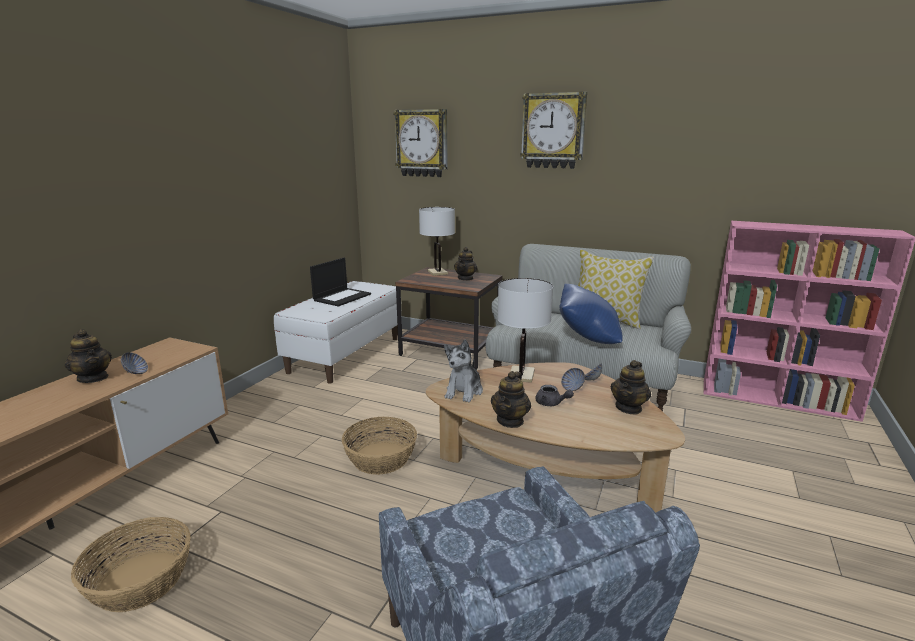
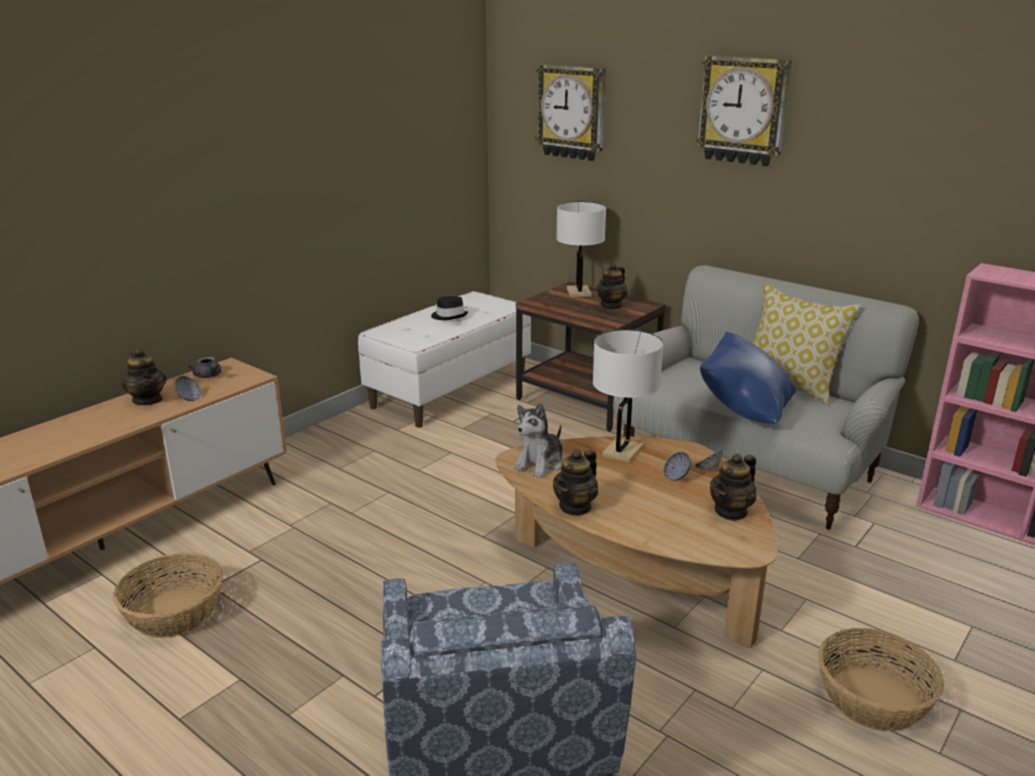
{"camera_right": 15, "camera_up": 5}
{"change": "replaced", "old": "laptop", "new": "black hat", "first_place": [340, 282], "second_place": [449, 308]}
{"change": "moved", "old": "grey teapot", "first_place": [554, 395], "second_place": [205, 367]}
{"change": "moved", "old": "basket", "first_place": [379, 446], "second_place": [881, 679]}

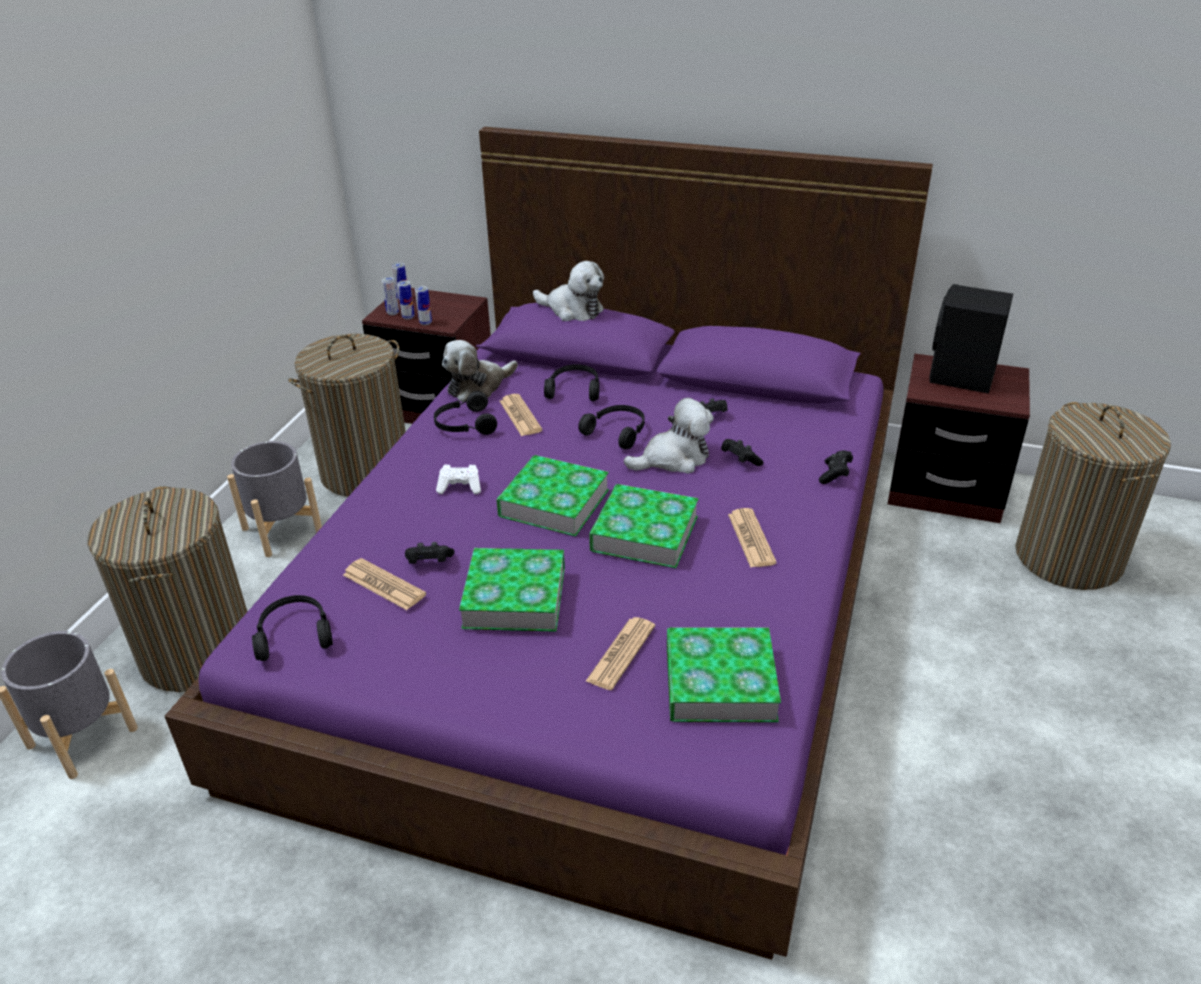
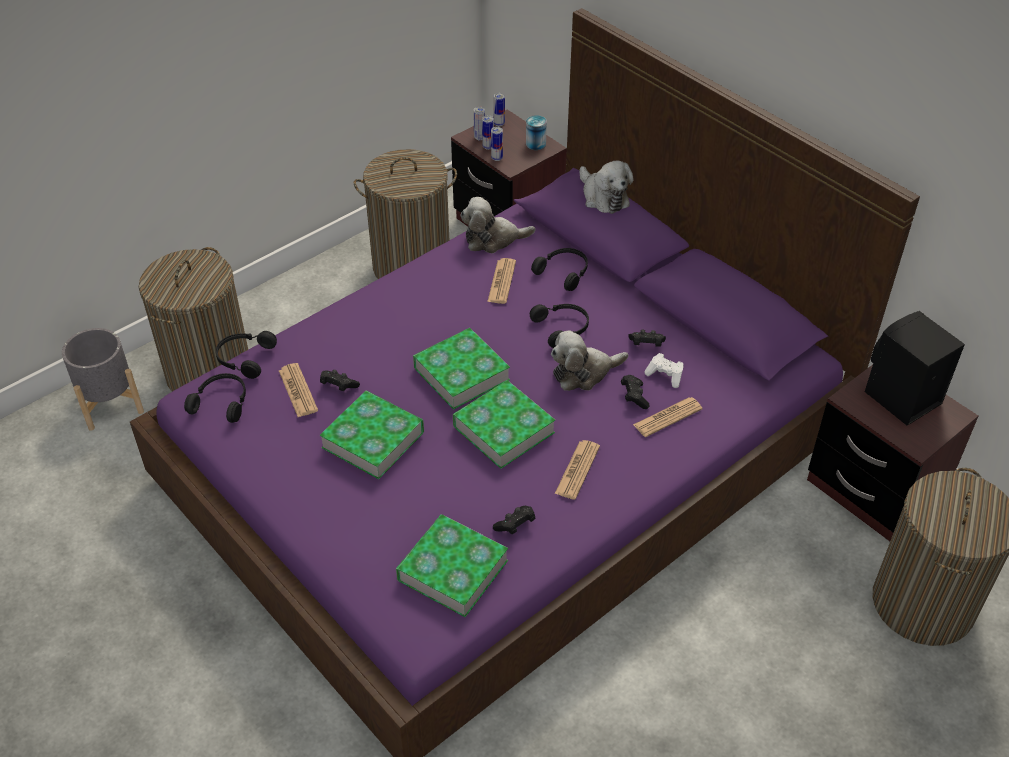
{"camera_right": 30, "camera_up": 10}
{"change": "moved", "old": "black headphones", "first_place": [465, 413], "second_place": [246, 355]}
{"change": "turned", "old": "plush toy", "first_place": [669, 436], "second_place": [589, 360], "degrees": 150}
{"change": "removed", "old": "grey planter", "first_place": [274, 499]}
{"change": "moved", "old": "black game controller", "first_place": [836, 467], "second_place": [514, 520]}
{"change": "moved", "old": "white game controller", "first_place": [458, 479], "second_place": [664, 370]}
{"change": "moved", "old": "newspaper", "first_place": [620, 653], "second_place": [668, 417]}
{"change": "added", "new": "can", "second_place": [536, 132]}

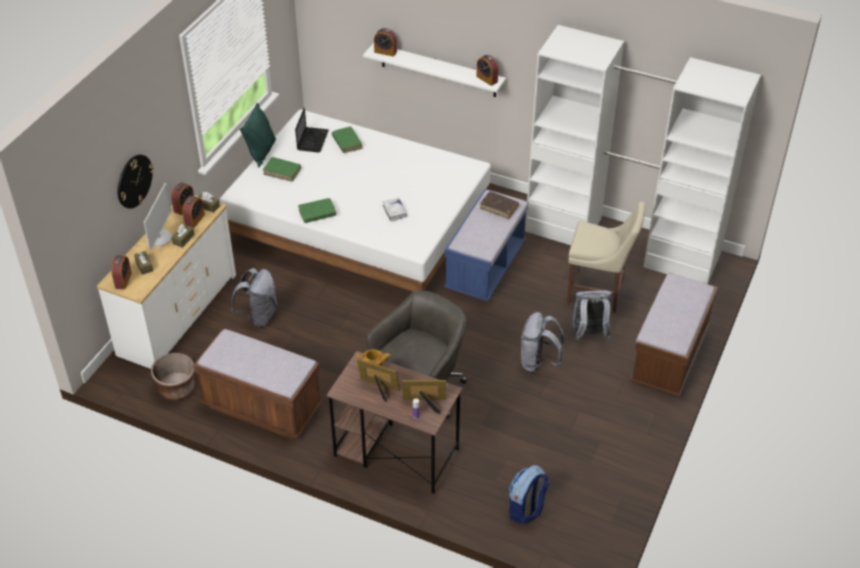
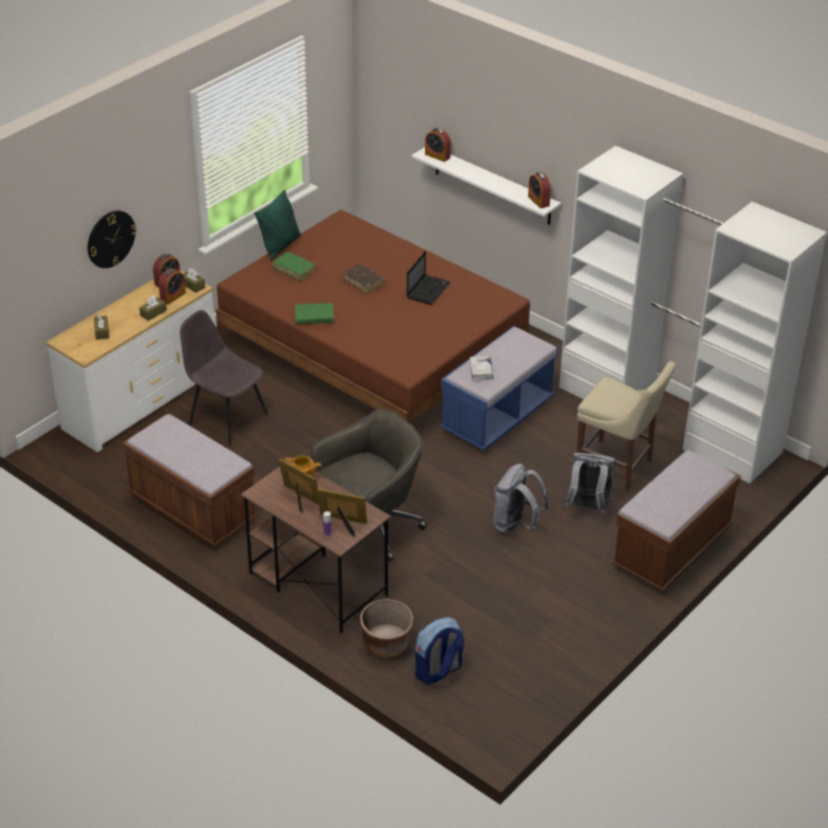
{"camera_right": 15, "camera_up": -5}
{"change": "moved", "old": "laptop", "first_place": [312, 130], "second_place": [428, 278]}
{"change": "recoloured", "old": "white bed", "new": "brown bed", "first_place": [355, 200], "second_place": [373, 317]}
{"change": "removed", "old": "green book", "first_place": [347, 139]}
{"change": "removed", "old": "monitor", "first_place": [158, 217]}
{"change": "moved", "old": "brown book", "first_place": [499, 205], "second_place": [364, 279]}
{"change": "moved", "old": "white book", "first_place": [395, 209], "second_place": [481, 368]}
{"change": "removed", "old": "alarm clock", "first_place": [121, 272]}
{"change": "replaced", "old": "grey backpack", "new": "grey chair", "first_place": [254, 297], "second_place": [224, 378]}
{"change": "moved", "old": "brown planter", "first_place": [173, 376], "second_place": [386, 628]}

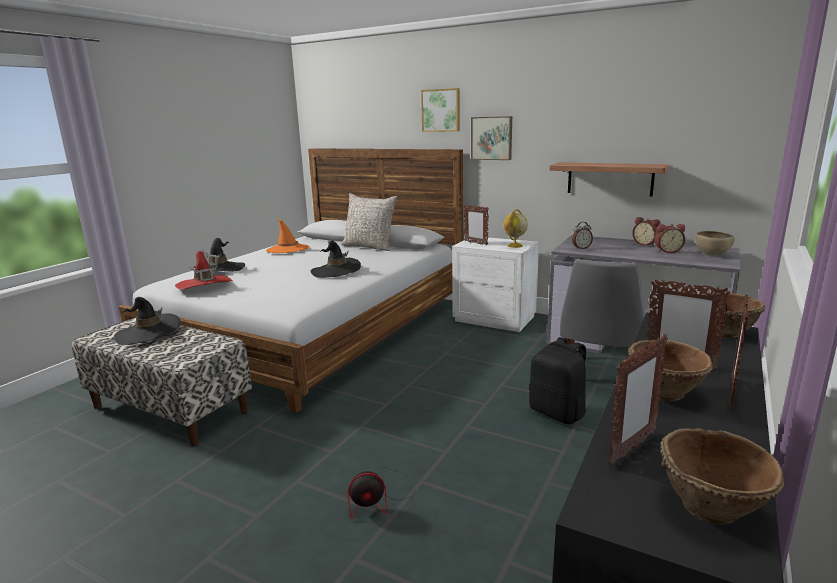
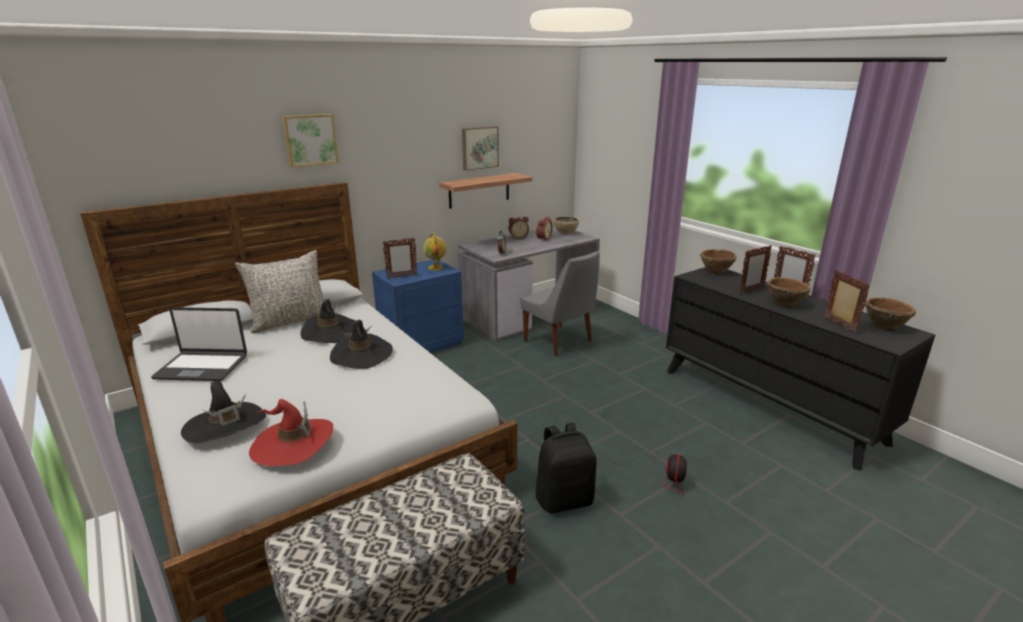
{"camera_right": -65, "camera_up": 5}
{"change": "moved", "old": "picture", "first_place": [491, 138], "second_place": [480, 148]}
{"change": "replaced", "old": "orange hat", "new": "laptop", "first_place": [288, 236], "second_place": [199, 344]}
{"change": "recoloured", "old": "white nightstand", "new": "blue nightstand", "first_place": [495, 284], "second_place": [418, 306]}
{"change": "moved", "old": "black hat", "first_place": [147, 321], "second_place": [328, 321]}
{"change": "moved", "old": "black backpack", "first_place": [557, 380], "second_place": [566, 468]}

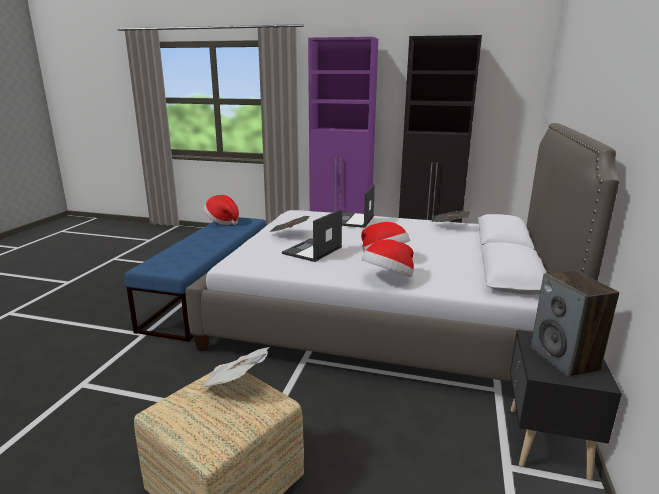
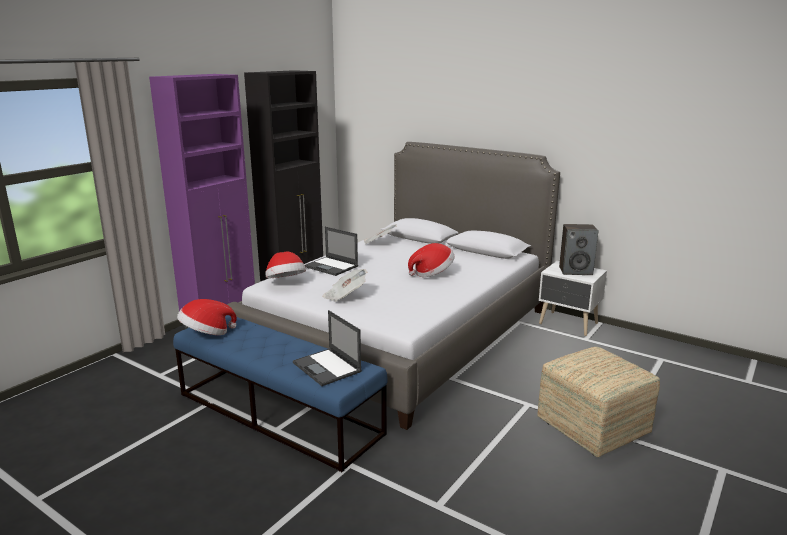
{"camera_right": -70, "camera_up": 0}
{"change": "moved", "old": "laptop", "first_place": [312, 235], "second_place": [327, 348]}
{"change": "moved", "old": "hat", "first_place": [388, 258], "second_place": [286, 265]}
{"change": "recoloured", "old": "black nightstand", "new": "white nightstand", "first_place": [566, 405], "second_place": [573, 298]}
{"change": "removed", "old": "newspaper", "first_place": [234, 367]}

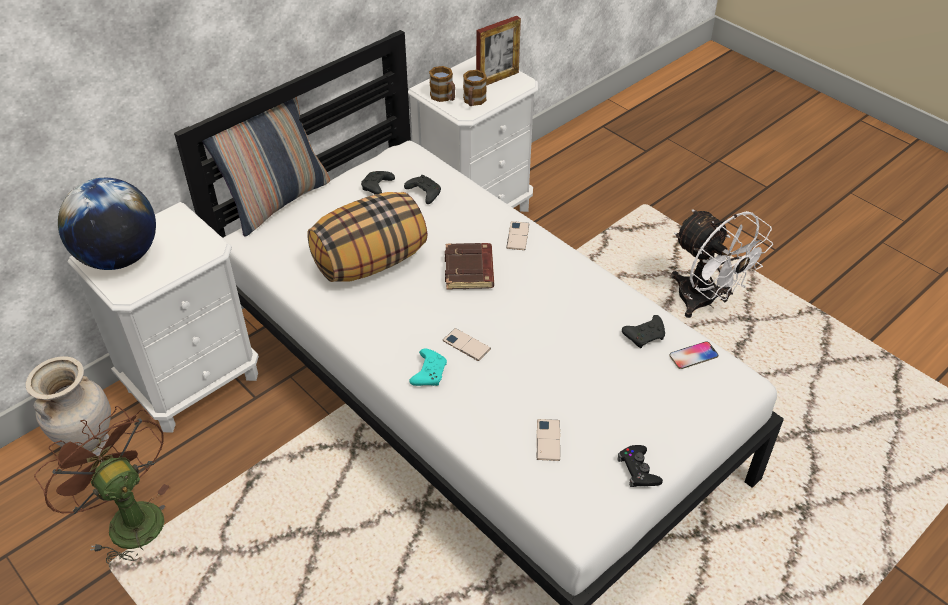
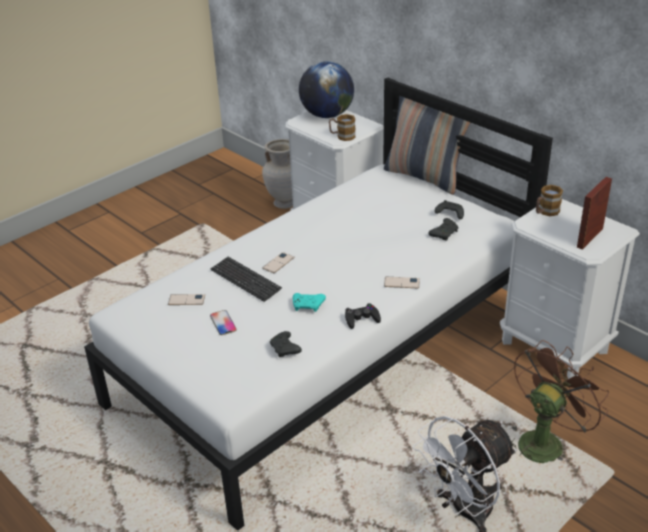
{"camera_right": 90, "camera_up": -10}
{"change": "turned", "old": "picture frame", "first_place": [498, 50], "second_place": [594, 213], "degrees": 75}
{"change": "moved", "old": "mug", "first_place": [475, 88], "second_place": [342, 127]}
{"change": "removed", "old": "pillow", "first_place": [367, 237]}
{"change": "removed", "old": "brown book", "first_place": [469, 266]}
{"change": "moved", "old": "phone", "first_place": [693, 355], "second_place": [223, 322]}
{"change": "moved", "old": "turquoise game controller", "first_place": [428, 367], "second_place": [309, 302]}
{"change": "moved", "old": "brown fan", "first_place": [102, 485], "second_place": [560, 401]}
{"change": "moved", "old": "black game controller", "first_place": [640, 466], "second_place": [363, 316]}
{"change": "added", "new": "keyboard", "second_place": [246, 279]}

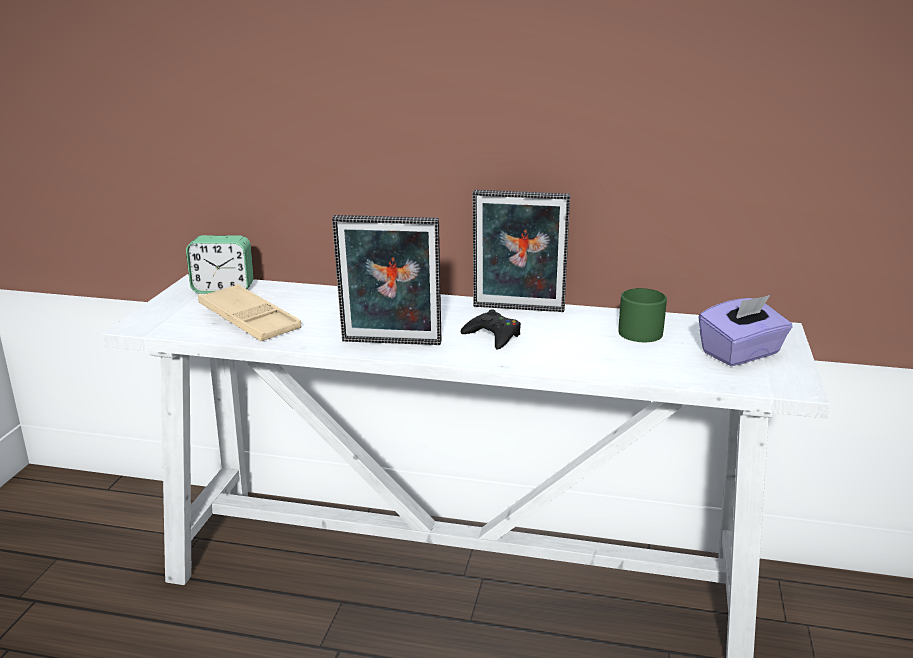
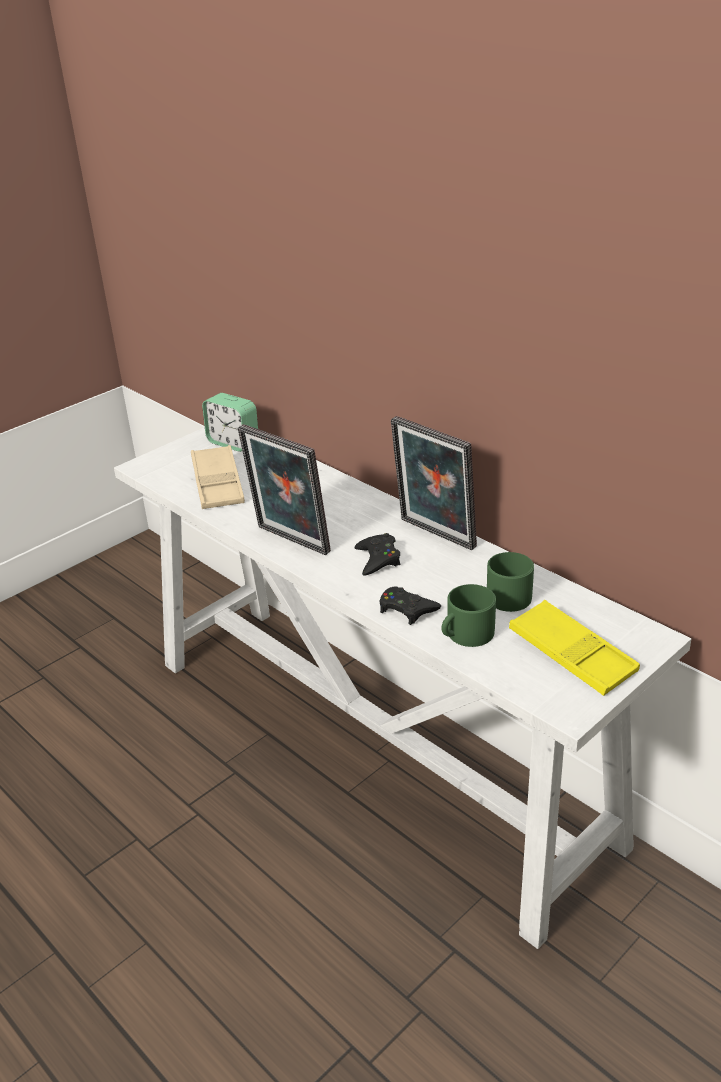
{"camera_right": 35, "camera_up": 10}
{"change": "replaced", "old": "purple tissue box", "new": "yellow tray", "first_place": [746, 330], "second_place": [574, 648]}
{"change": "added", "new": "green mug", "second_place": [468, 615]}
{"change": "added", "new": "black game controller", "second_place": [410, 605]}

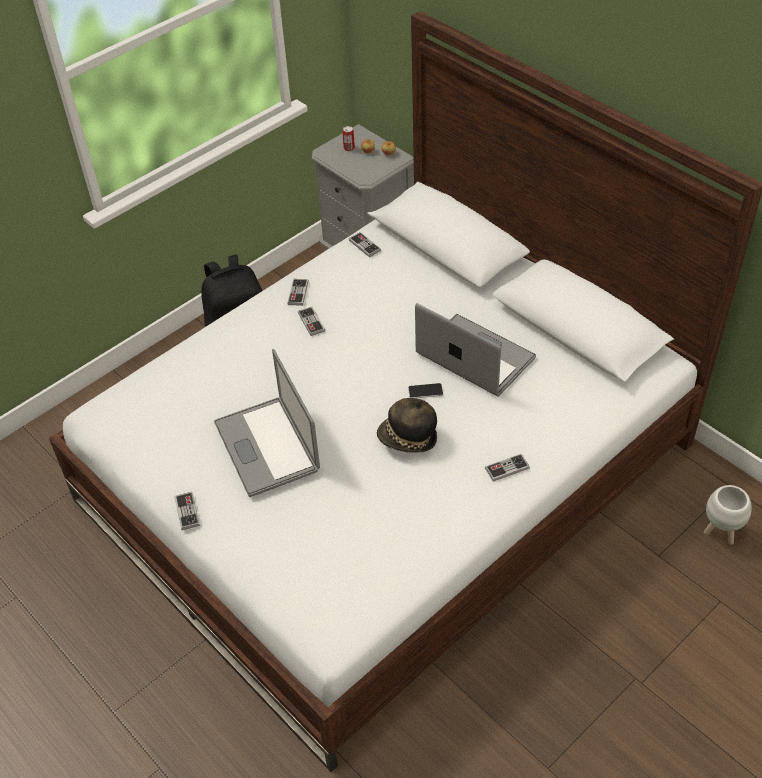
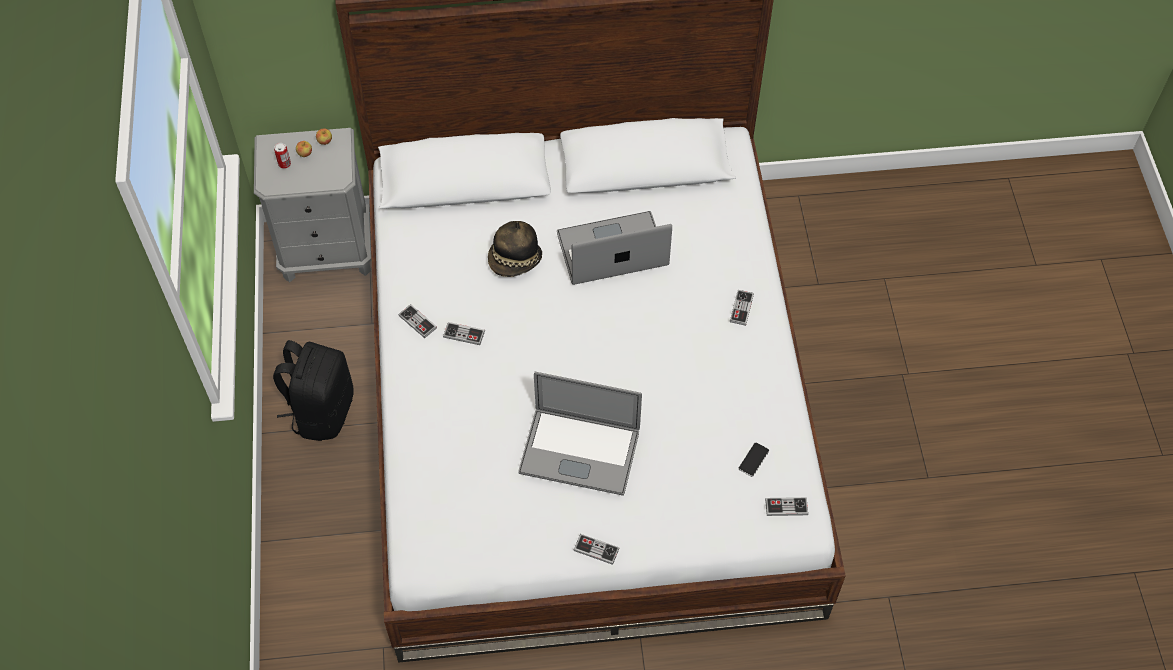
{"camera_right": -55, "camera_up": 10}
{"change": "moved", "old": "game controller", "first_place": [365, 244], "second_place": [786, 506]}
{"change": "moved", "old": "phone", "first_place": [425, 390], "second_place": [753, 460]}
{"change": "moved", "old": "hat", "first_place": [407, 425], "second_place": [515, 249]}
{"change": "removed", "old": "white planter", "first_place": [728, 515]}

